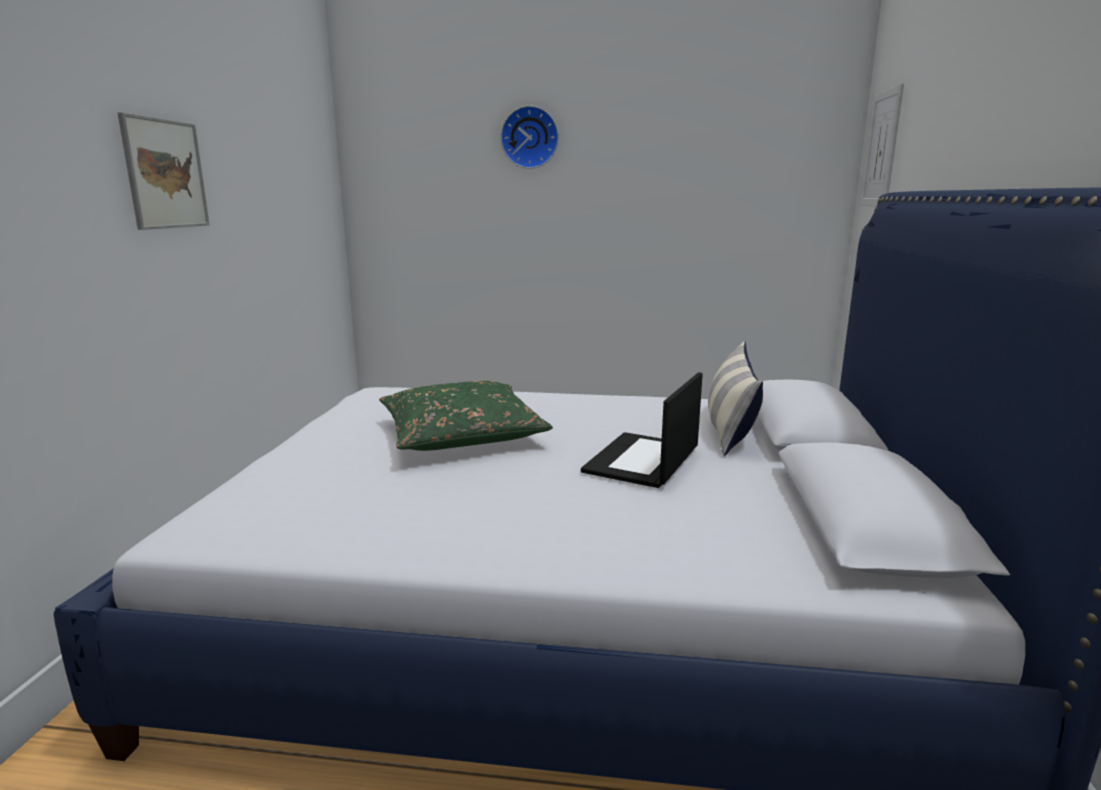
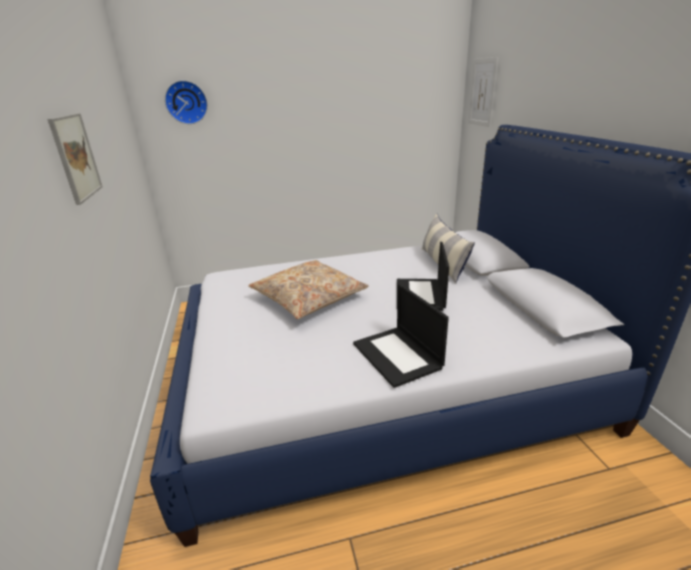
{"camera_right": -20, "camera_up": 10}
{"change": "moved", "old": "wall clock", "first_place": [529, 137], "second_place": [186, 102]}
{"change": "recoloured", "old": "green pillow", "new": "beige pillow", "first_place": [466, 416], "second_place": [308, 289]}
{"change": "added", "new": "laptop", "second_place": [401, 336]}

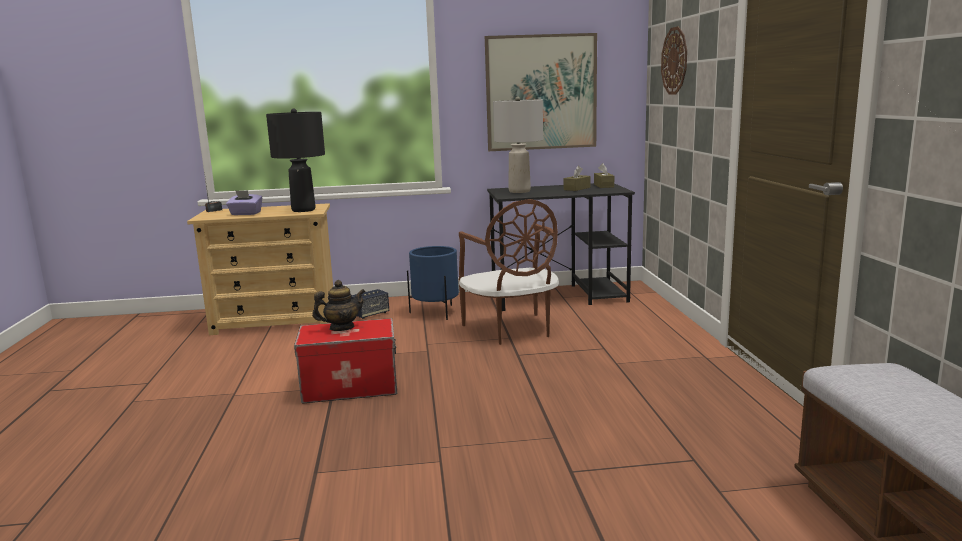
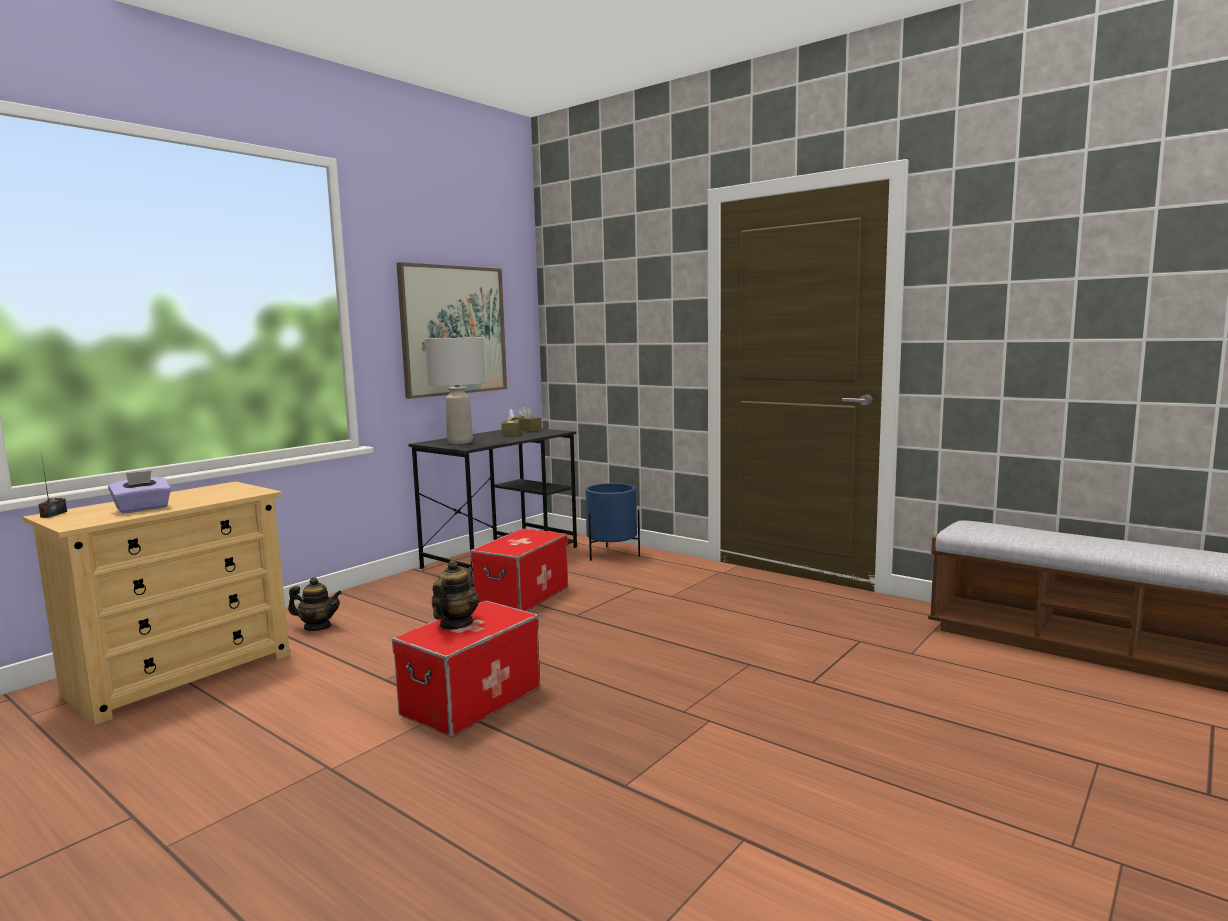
{"camera_right": -45, "camera_up": -5}
{"change": "removed", "old": "wall clock", "first_place": [674, 60]}
{"change": "removed", "old": "black table lamp", "first_place": [295, 160]}
{"change": "replaced", "old": "brown chair", "new": "storage box", "first_place": [509, 272], "second_place": [519, 569]}
{"change": "moved", "old": "blue planter", "first_place": [433, 283], "second_place": [612, 522]}
{"change": "replaced", "old": "speaker", "new": "teapot", "first_place": [370, 304], "second_place": [315, 604]}

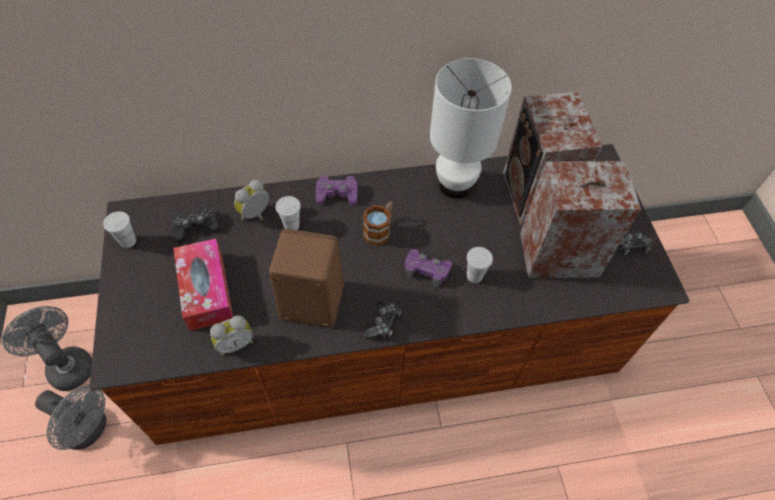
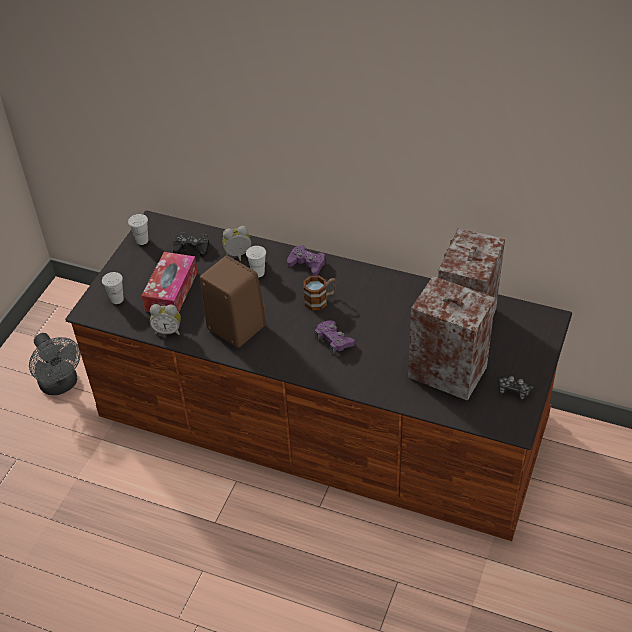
{"camera_right": 35, "camera_up": -10}
{"change": "removed", "old": "white table lamp", "first_place": [471, 128]}
{"change": "moved", "old": "white cup", "first_place": [480, 265], "second_place": [113, 288]}
{"change": "removed", "old": "game controller", "first_place": [382, 320]}
{"change": "removed", "old": "grey fan", "first_place": [47, 348]}

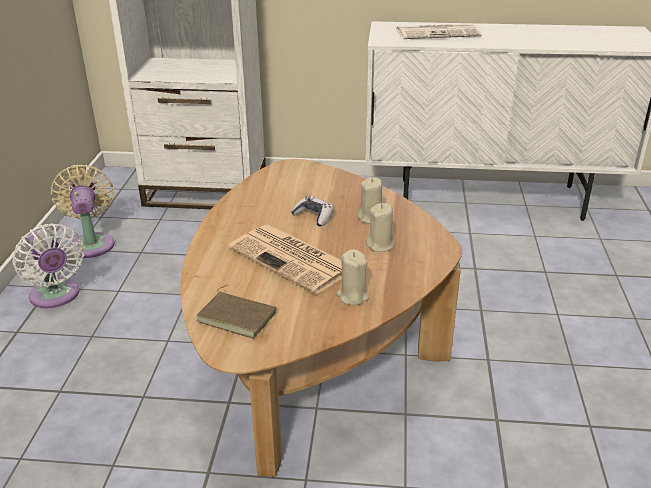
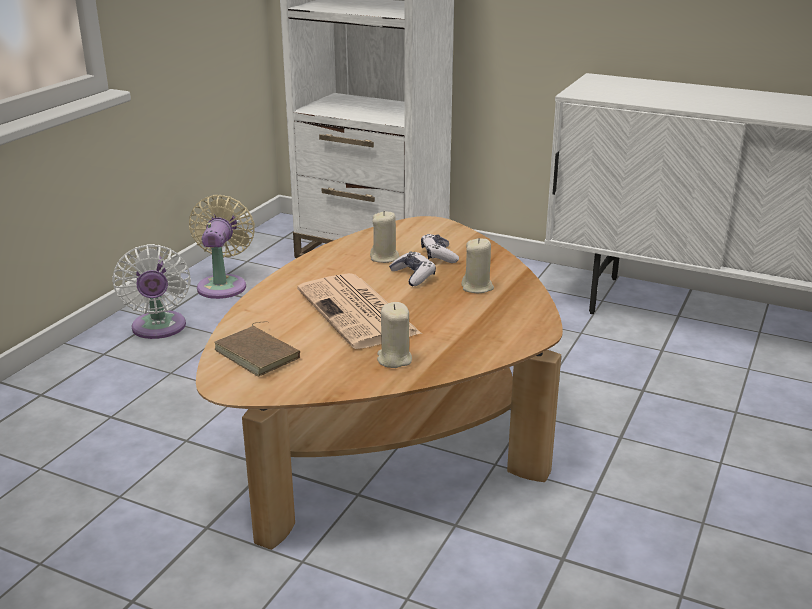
{"camera_right": 20, "camera_up": -5}
{"change": "removed", "old": "newspaper", "first_place": [439, 31]}
{"change": "moved", "old": "beige candle", "first_place": [380, 227], "second_place": [385, 237]}
{"change": "added", "new": "game controller", "second_place": [440, 248]}

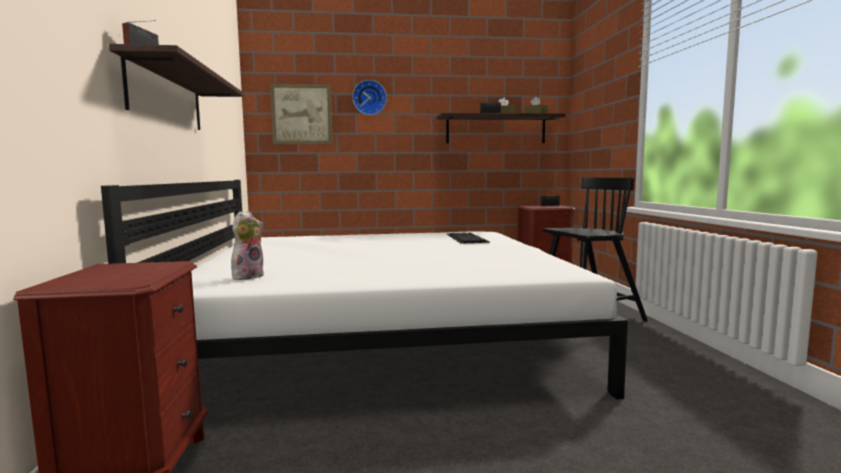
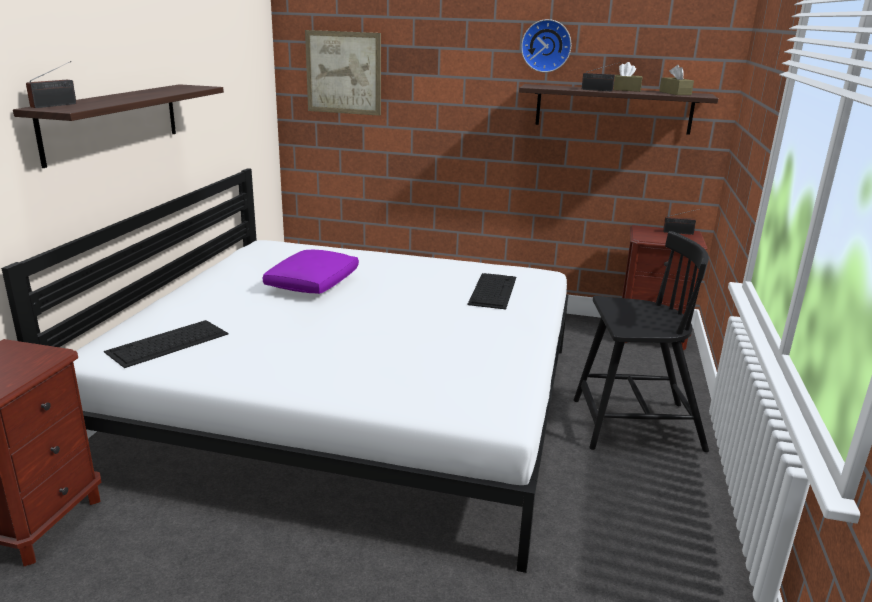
{"camera_right": 20, "camera_up": 15}
{"change": "moved", "old": "wall clock", "first_place": [369, 97], "second_place": [546, 45]}
{"change": "replaced", "old": "plush toy", "new": "keyboard", "first_place": [247, 245], "second_place": [166, 344]}
{"change": "added", "new": "purple pillow", "second_place": [311, 272]}

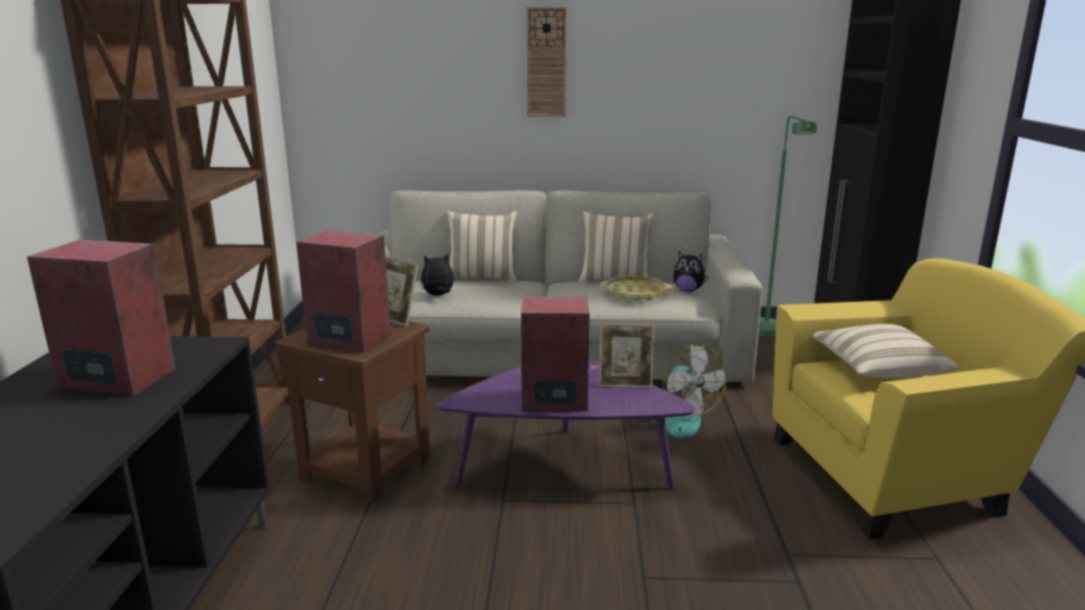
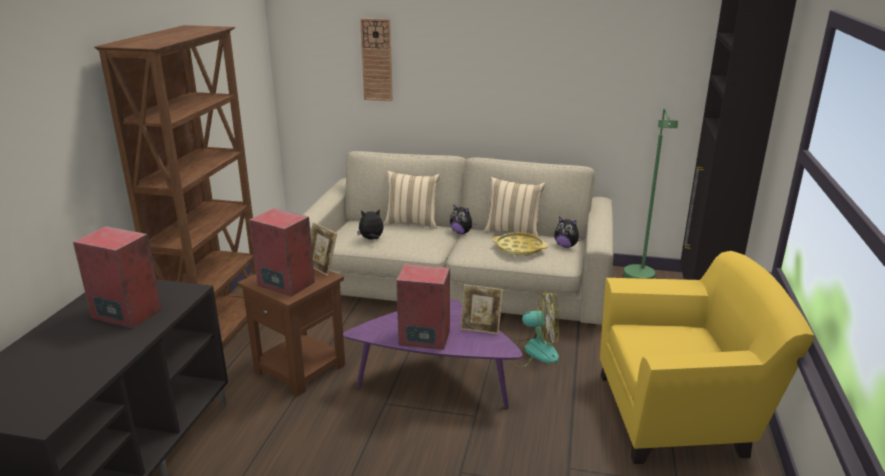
{"camera_right": 10, "camera_up": 5}
{"change": "moved", "old": "wall clock", "first_place": [547, 62], "second_place": [376, 59]}
{"change": "removed", "old": "beige pillow", "first_place": [886, 351]}
{"change": "turned", "old": "fan", "first_place": [680, 391], "second_place": [534, 329], "degrees": -60}
{"change": "added", "new": "plush toy", "second_place": [463, 219]}

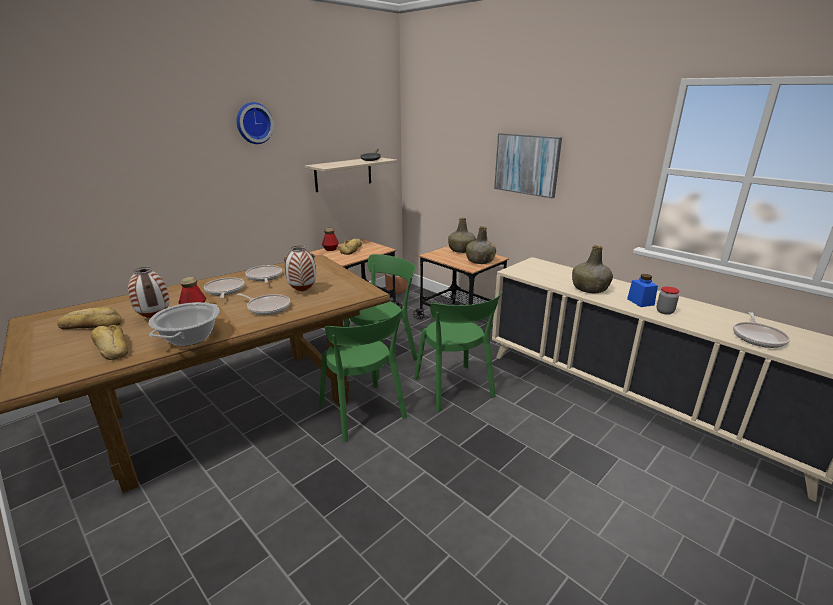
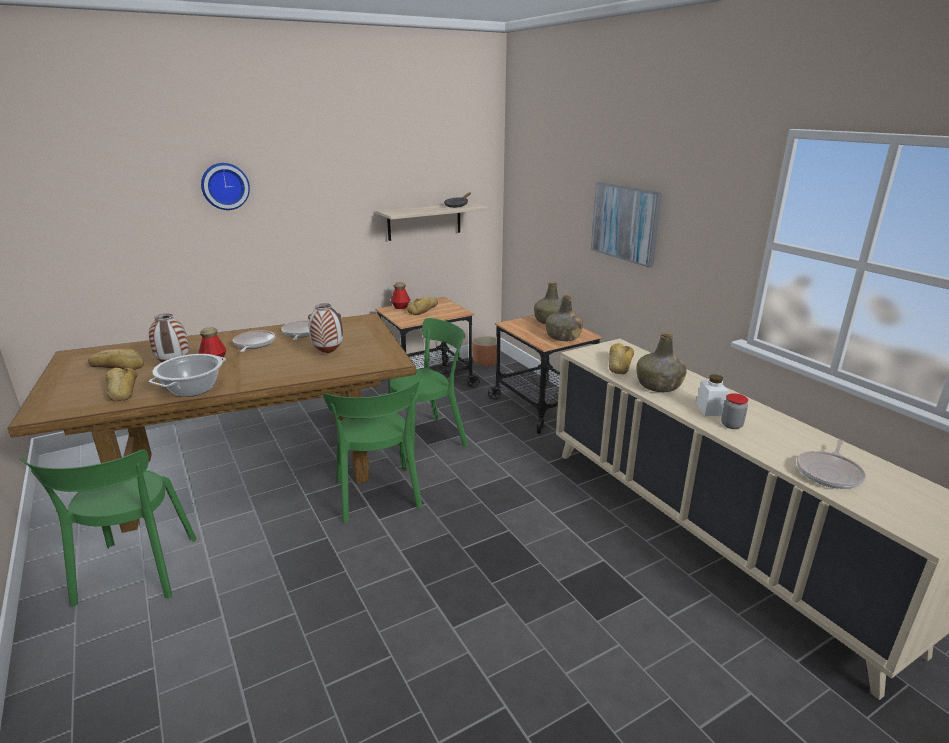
{"camera_right": 15, "camera_up": 0}
{"change": "moved", "old": "wall clock", "first_place": [255, 123], "second_place": [225, 186]}
{"change": "recoloured", "old": "blue jar", "new": "white jar", "first_place": [642, 290], "second_place": [712, 395]}
{"change": "moved", "old": "green chair", "first_place": [458, 351], "second_place": [108, 528]}
{"change": "removed", "old": "frying pan", "first_place": [263, 304]}
{"change": "added", "new": "bread", "second_place": [621, 358]}

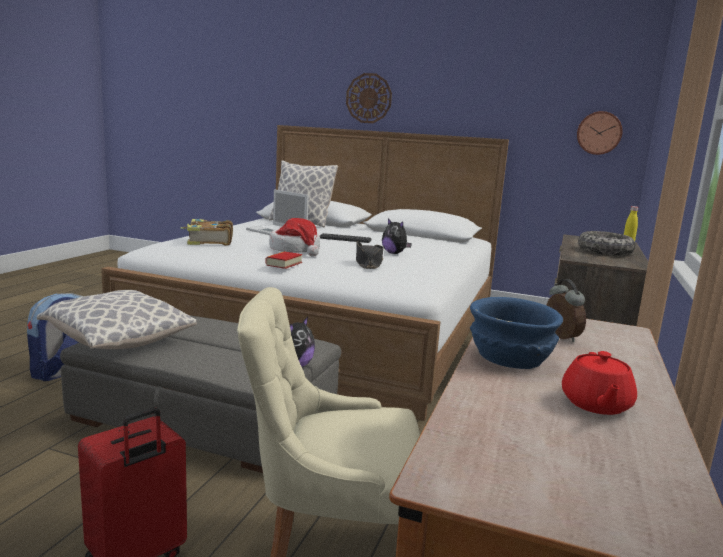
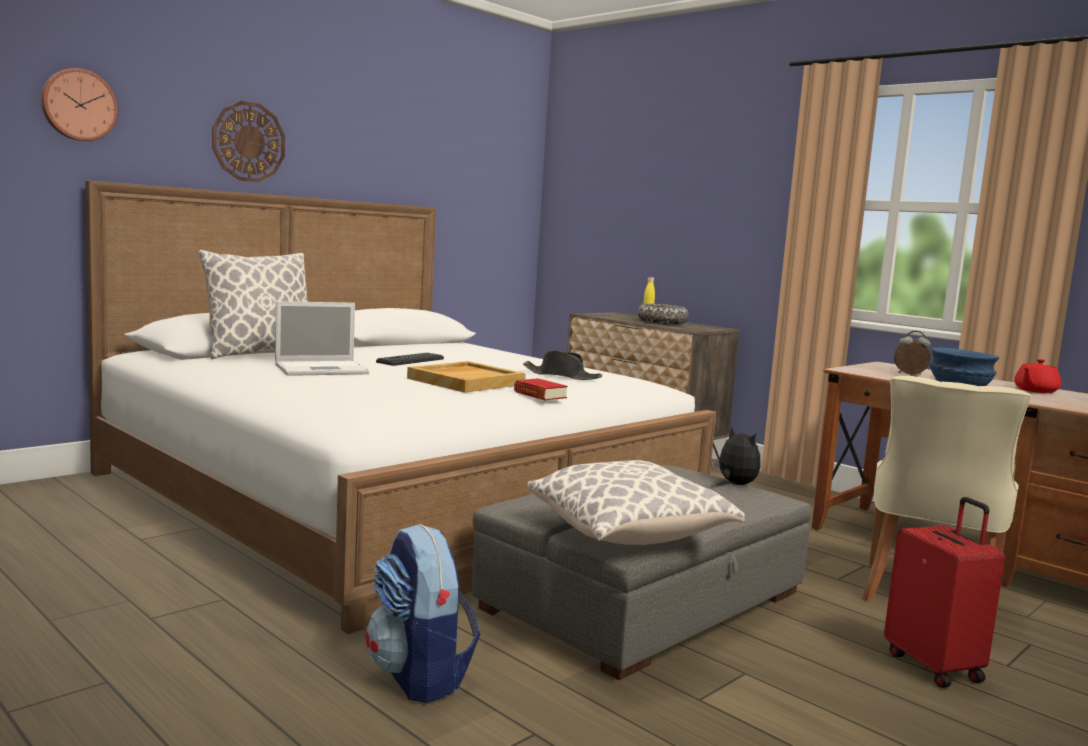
{"camera_right": -65, "camera_up": -5}
{"change": "moved", "old": "wall clock", "first_place": [599, 133], "second_place": [79, 104]}
{"change": "replaced", "old": "hat", "new": "beige tray", "first_place": [294, 237], "second_place": [466, 377]}
{"change": "removed", "old": "plush toy", "first_place": [397, 236]}
{"change": "removed", "old": "book", "first_place": [206, 232]}
{"change": "turned", "old": "red teapot", "first_place": [599, 383], "second_place": [1037, 376], "degrees": 105}

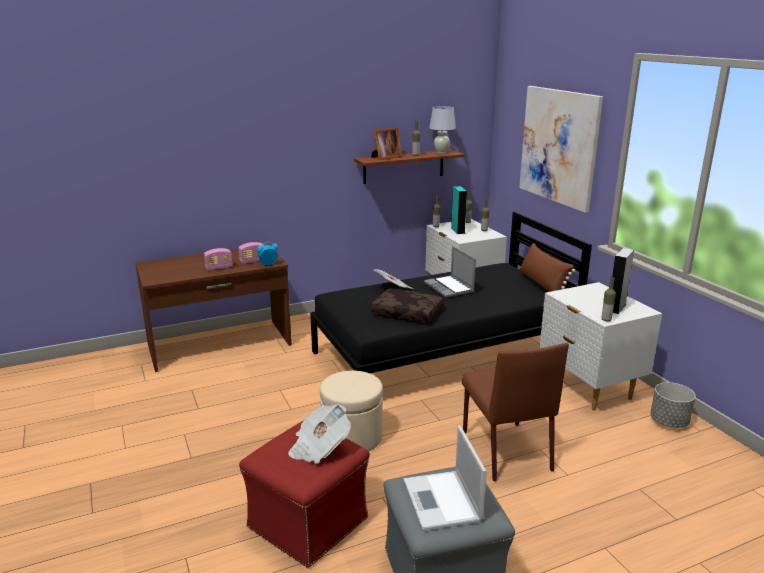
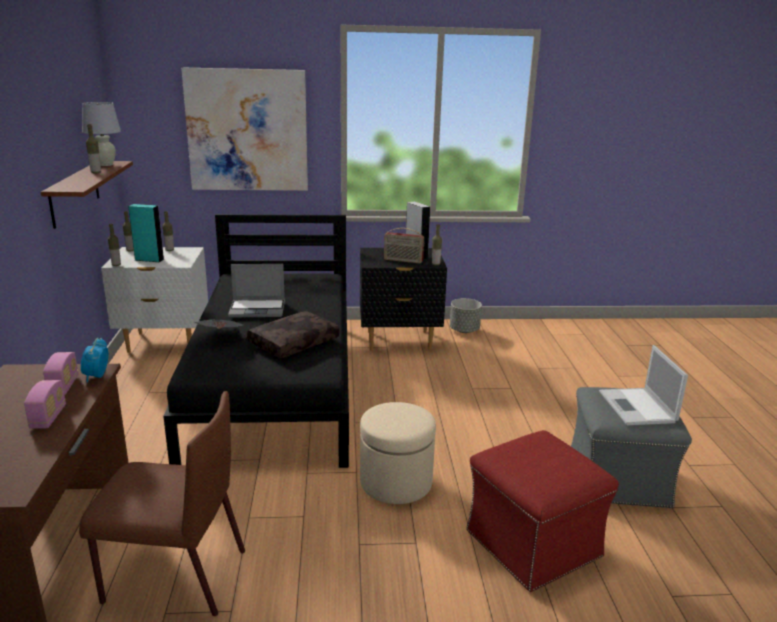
{"camera_right": -70, "camera_up": 0}
{"change": "removed", "old": "picture frame", "first_place": [386, 143]}
{"change": "removed", "old": "brown pillow", "first_place": [547, 267]}
{"change": "recoloured", "old": "white nightstand", "new": "black nightstand", "first_place": [601, 346], "second_place": [403, 299]}
{"change": "moved", "old": "brown chair", "first_place": [515, 412], "second_place": [162, 503]}
{"change": "removed", "old": "newspaper", "first_place": [319, 434]}
{"change": "turned", "old": "laptop", "first_place": [445, 478], "second_place": [643, 385], "degrees": 75}
{"change": "added", "new": "radio", "second_place": [404, 245]}

